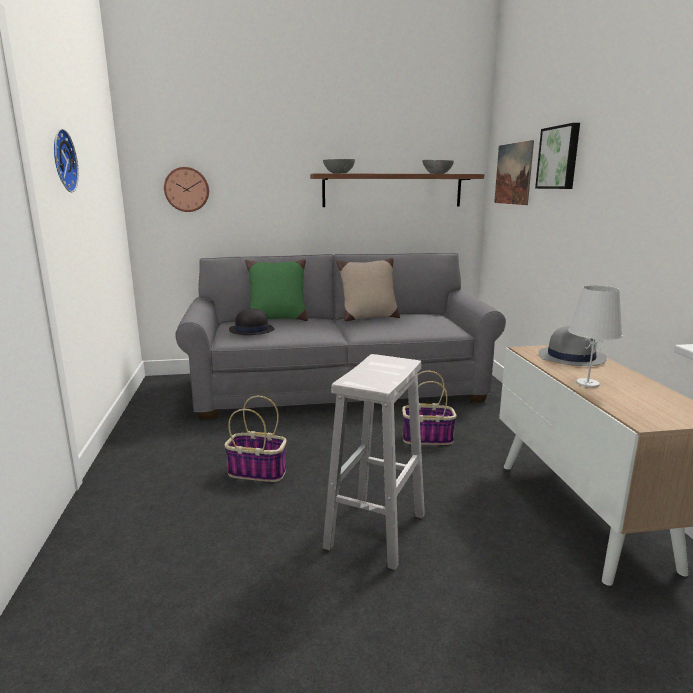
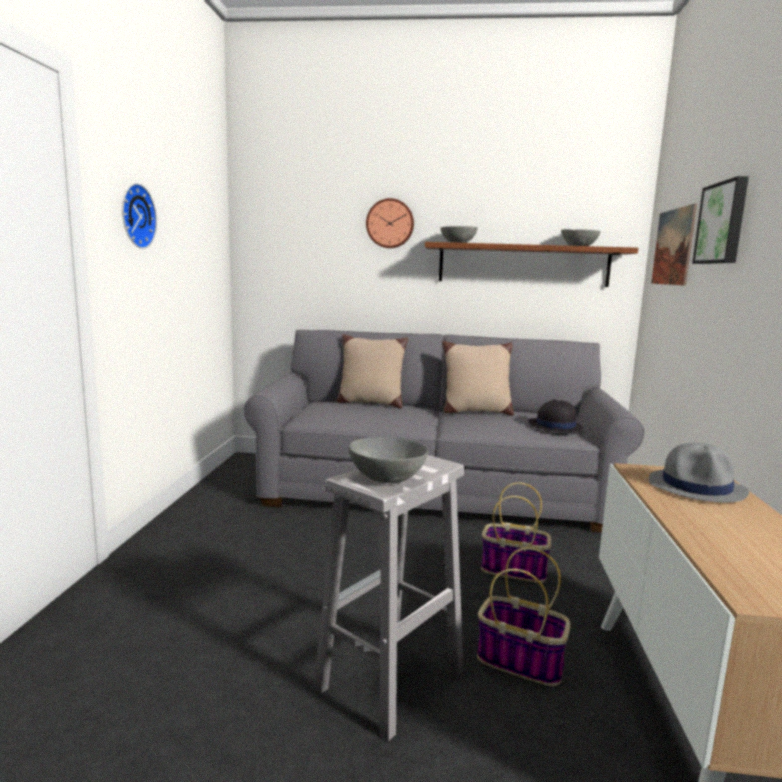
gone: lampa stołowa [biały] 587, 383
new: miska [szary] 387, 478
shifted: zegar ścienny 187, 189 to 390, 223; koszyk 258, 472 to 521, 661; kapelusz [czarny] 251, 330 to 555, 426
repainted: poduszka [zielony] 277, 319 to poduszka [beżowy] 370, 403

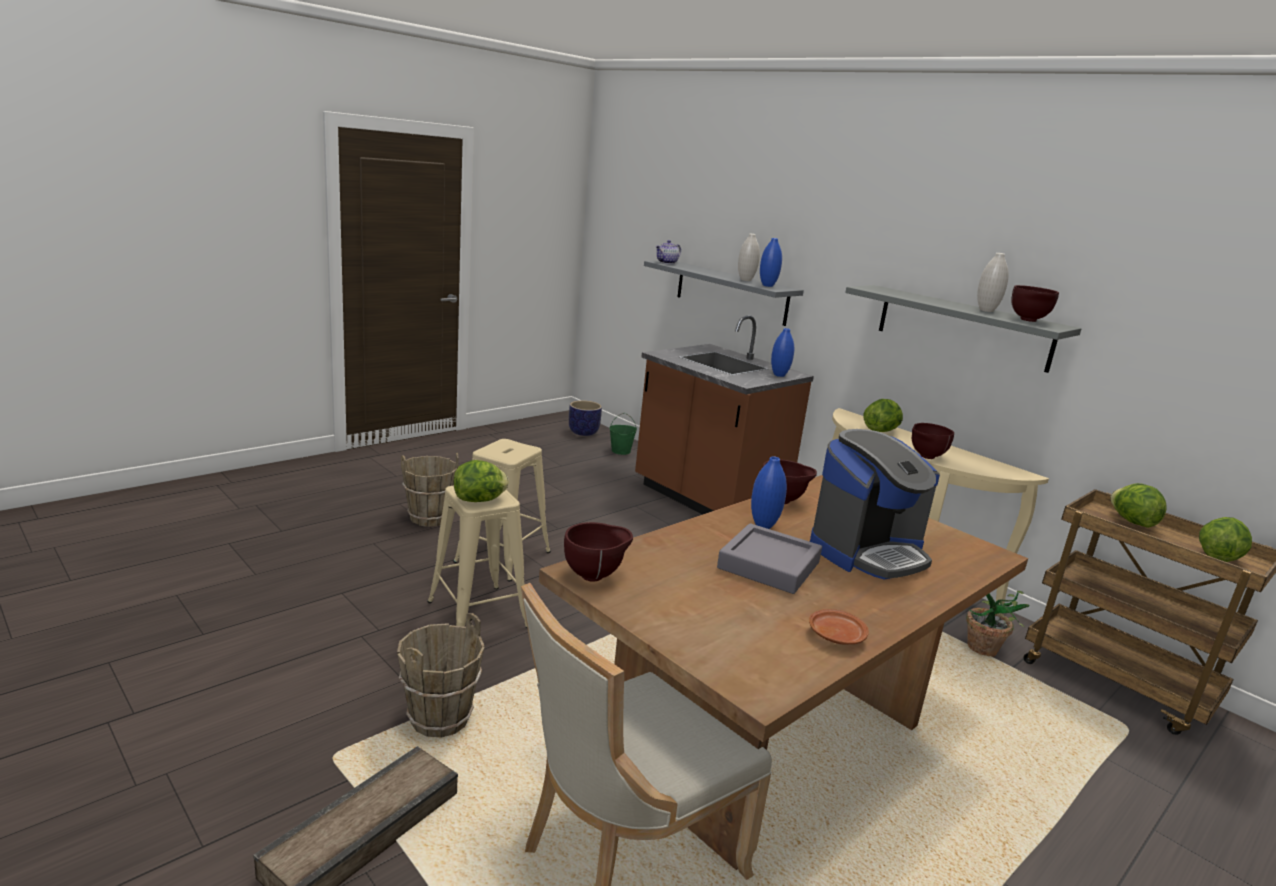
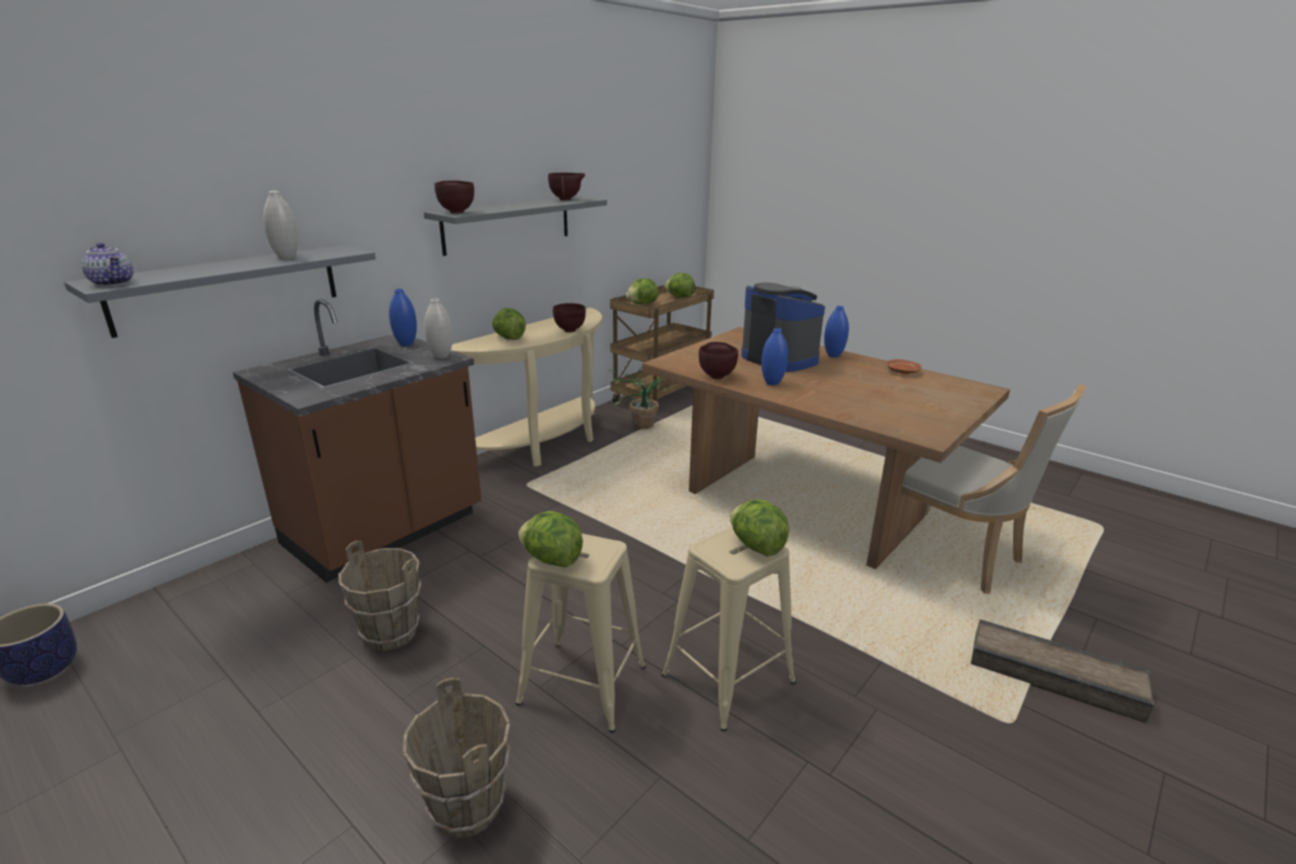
gone: wiadro [zielony] 621, 451; taca [szary] 768, 565
new: sałata 551, 560
shifted: wiadro [brązowy] 439, 719 to 390, 633; miska [brązowy] 595, 576 to 456, 212; wazon [niebieski] 767, 285 to 833, 355; wazon [biały] 986, 310 to 441, 356

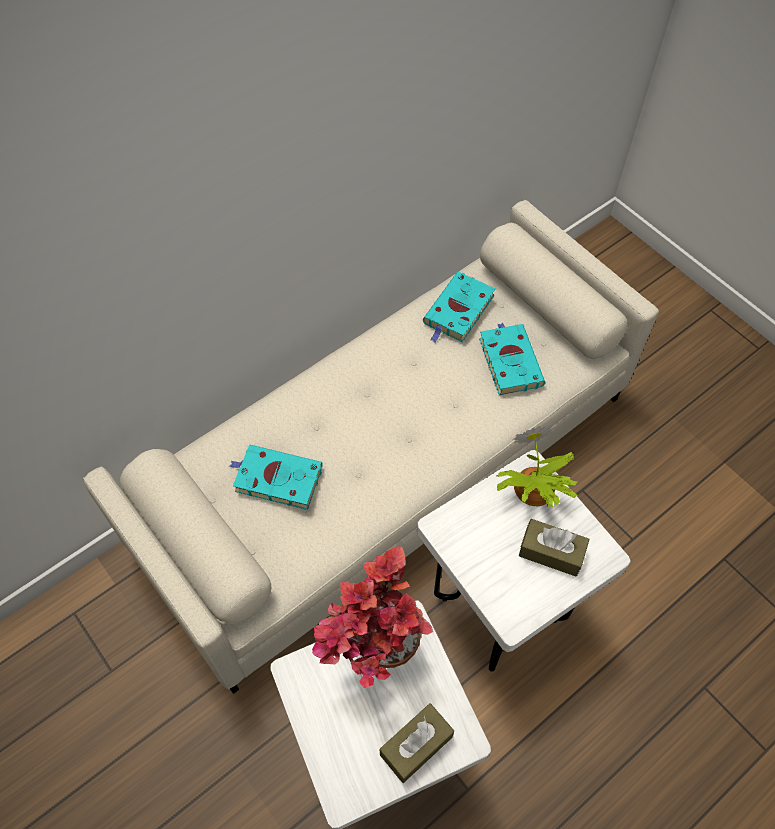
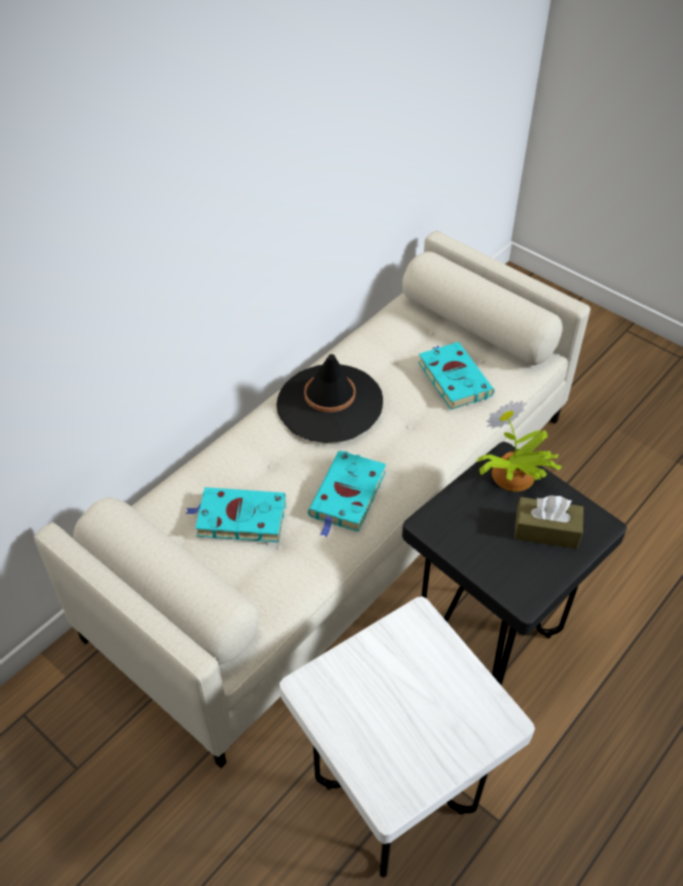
gone: roślina doniczkowa 372, 653; pudełko chusteczek [brązowy] 416, 745
new: kapelusz [czarny] 329, 404
shifted: książka [turkusowy] 458, 311 to 347, 496
repainted: stołek [biały] 499, 609 to stołek [czarny] 489, 634

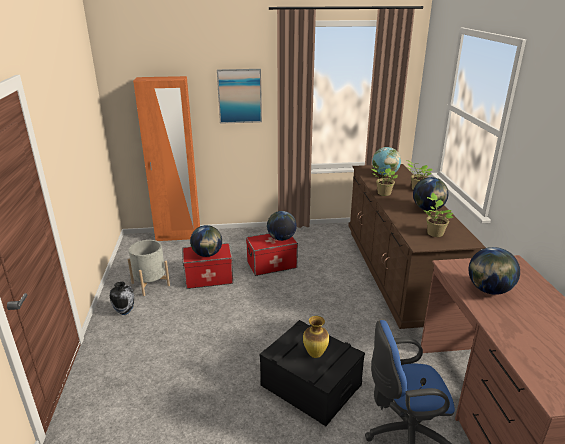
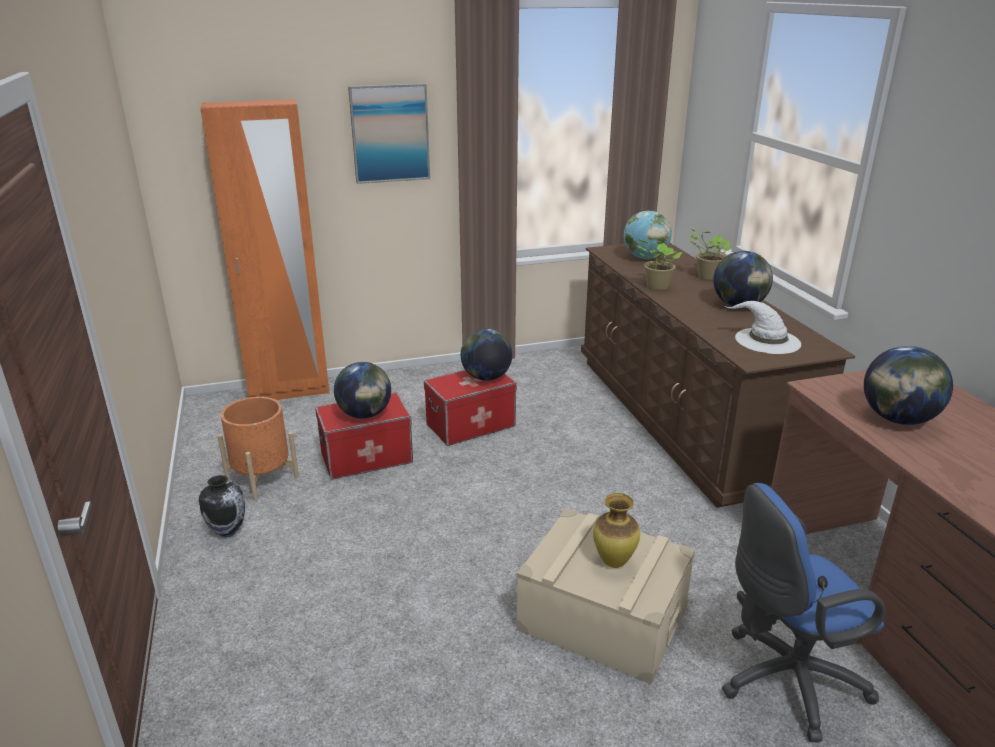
swapped: roślina doniczkowa 434, 233 to kapelusz [biały] 766, 340
repainted: donica [szary] 150, 284 to donica [pomarańczowy] 262, 478; pojemnik do przechowywania [czarny] 310, 385 to pojemnik do przechowywania [beżowy] 602, 618

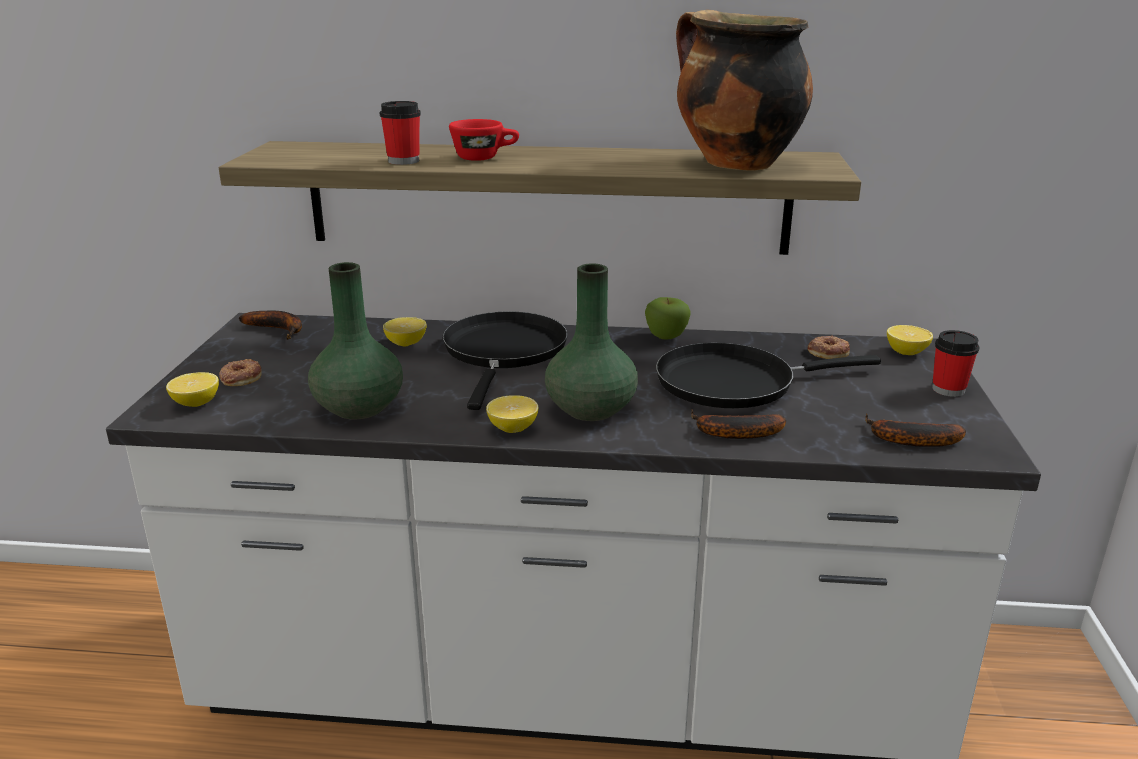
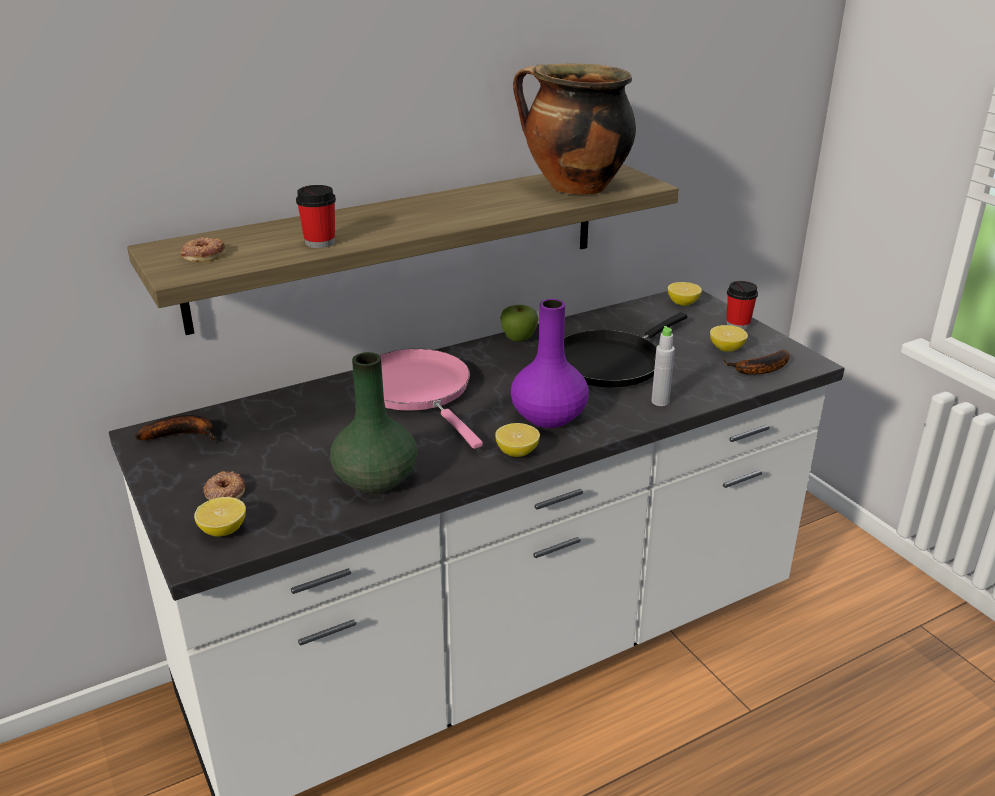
gone: filiżanka [czerwony] 485, 157
shifted: cytryna 406, 343 to 726, 349; donut 828, 352 to 203, 254
swapped: banan 732, 433 to butelka [szary] 660, 401
repainted: patelnia [czarny] 504, 352 to patelnia [różowy] 418, 391; wazon [zielony] 590, 410 to wazon [fioletowy] 548, 417

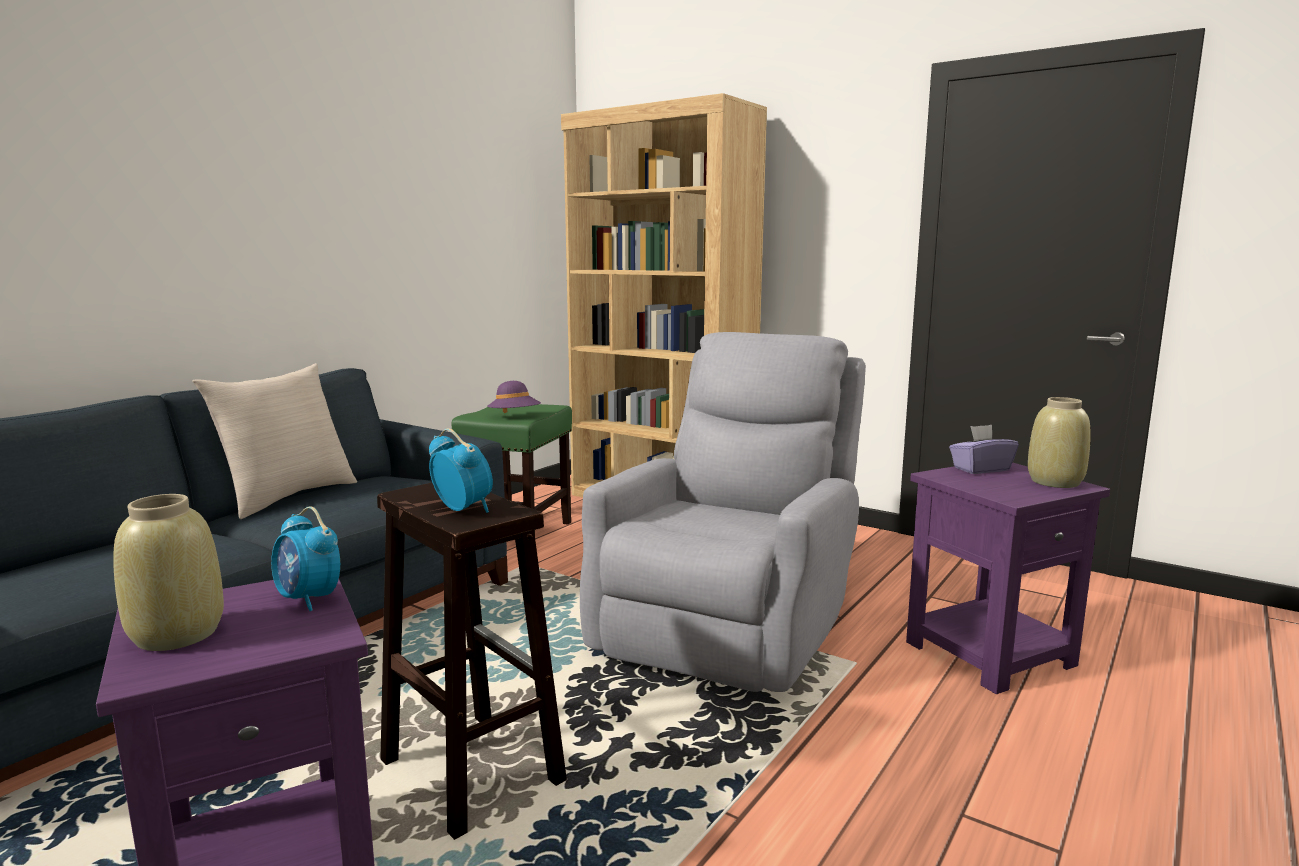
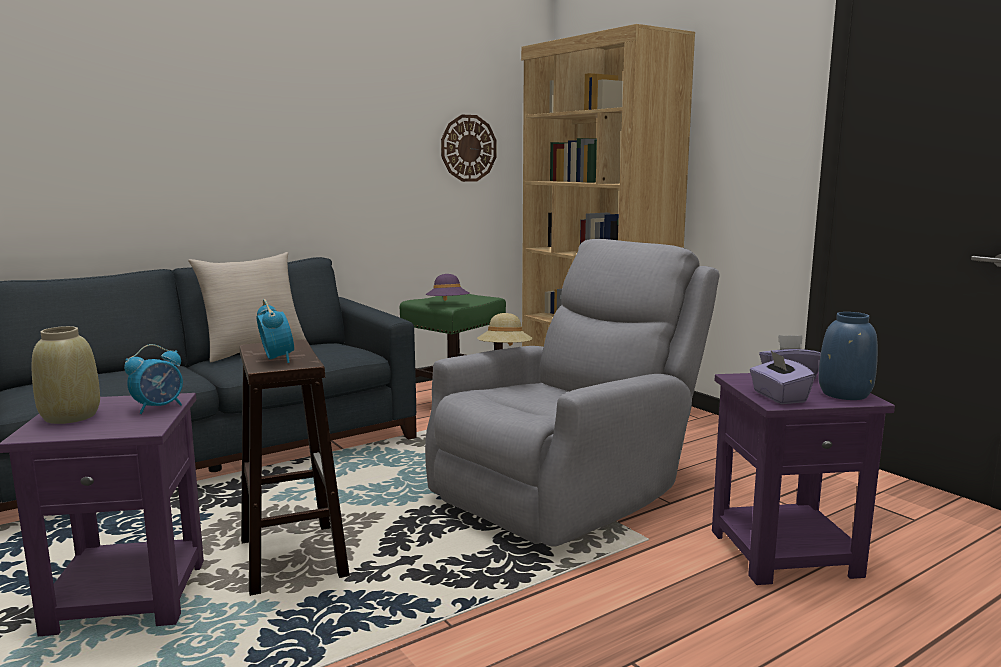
new: zegar ścienny 468, 148; kapelusz [beżowy] 505, 352; pudełko chusteczek [fioletowy] 778, 397
repainted: wazon [beżowy] 1054, 482 to wazon [niebieski] 843, 394
rotated: budzik 308, 599 = 159, 407 105 degrees counterclockwise

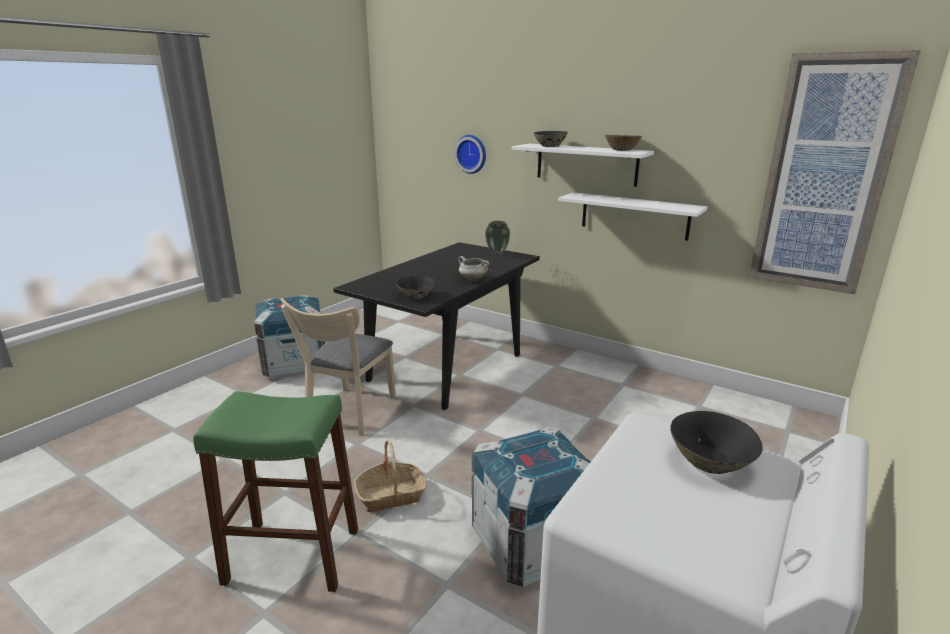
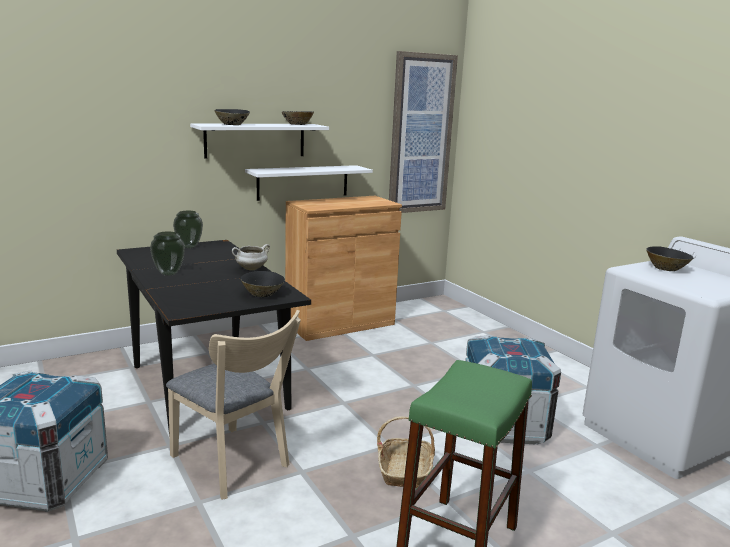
gone: zegar ścienny 472, 154
new: wazon 169, 273; szafka [brązowy] 340, 324

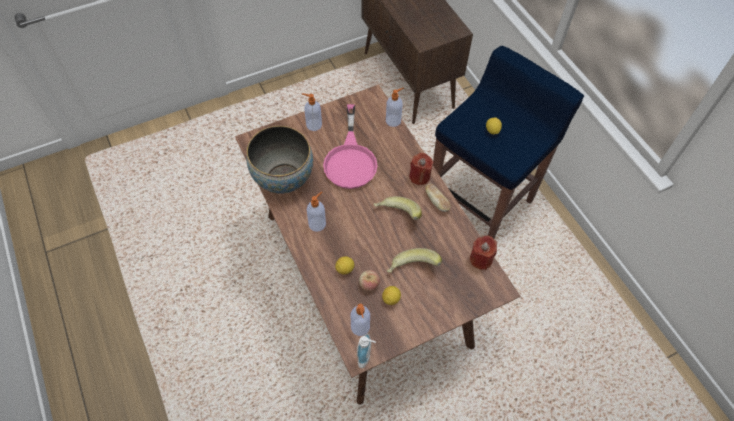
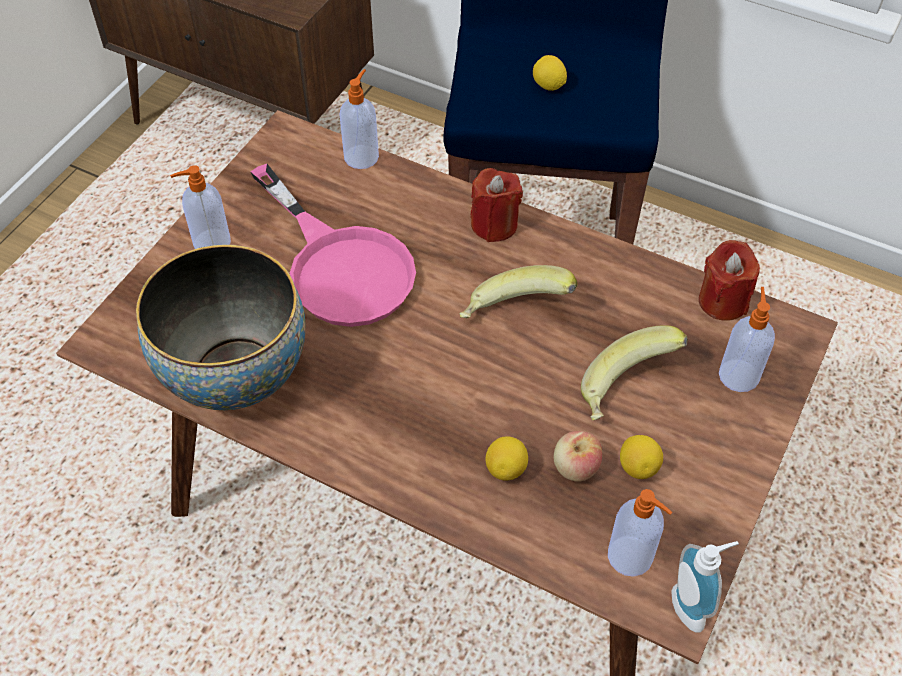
gone: chleb 436, 201
shifted: dozownik mydła 317, 223 to 738, 374

